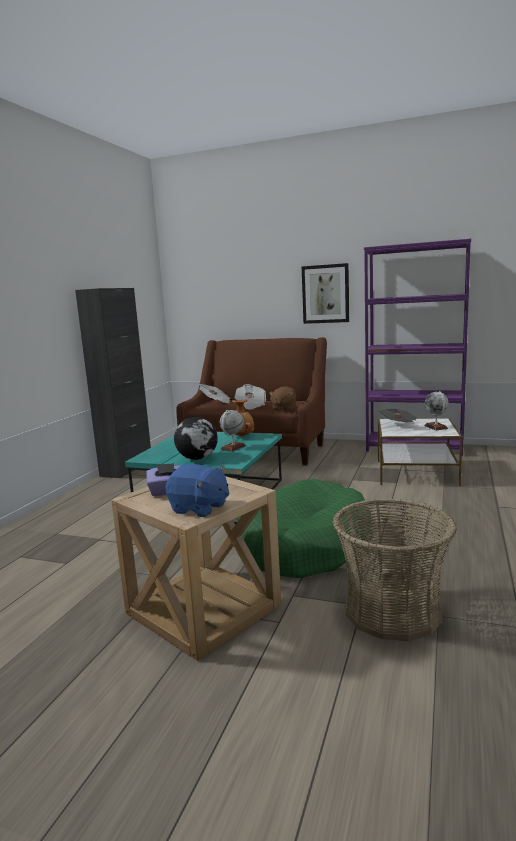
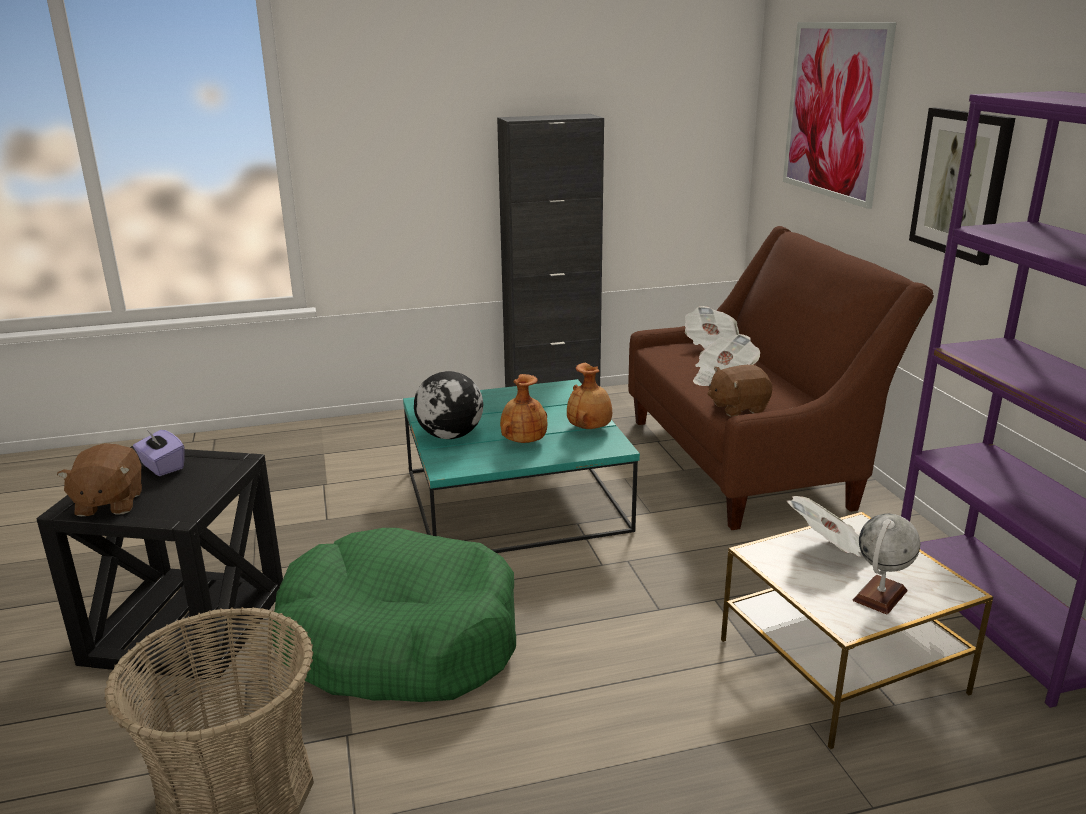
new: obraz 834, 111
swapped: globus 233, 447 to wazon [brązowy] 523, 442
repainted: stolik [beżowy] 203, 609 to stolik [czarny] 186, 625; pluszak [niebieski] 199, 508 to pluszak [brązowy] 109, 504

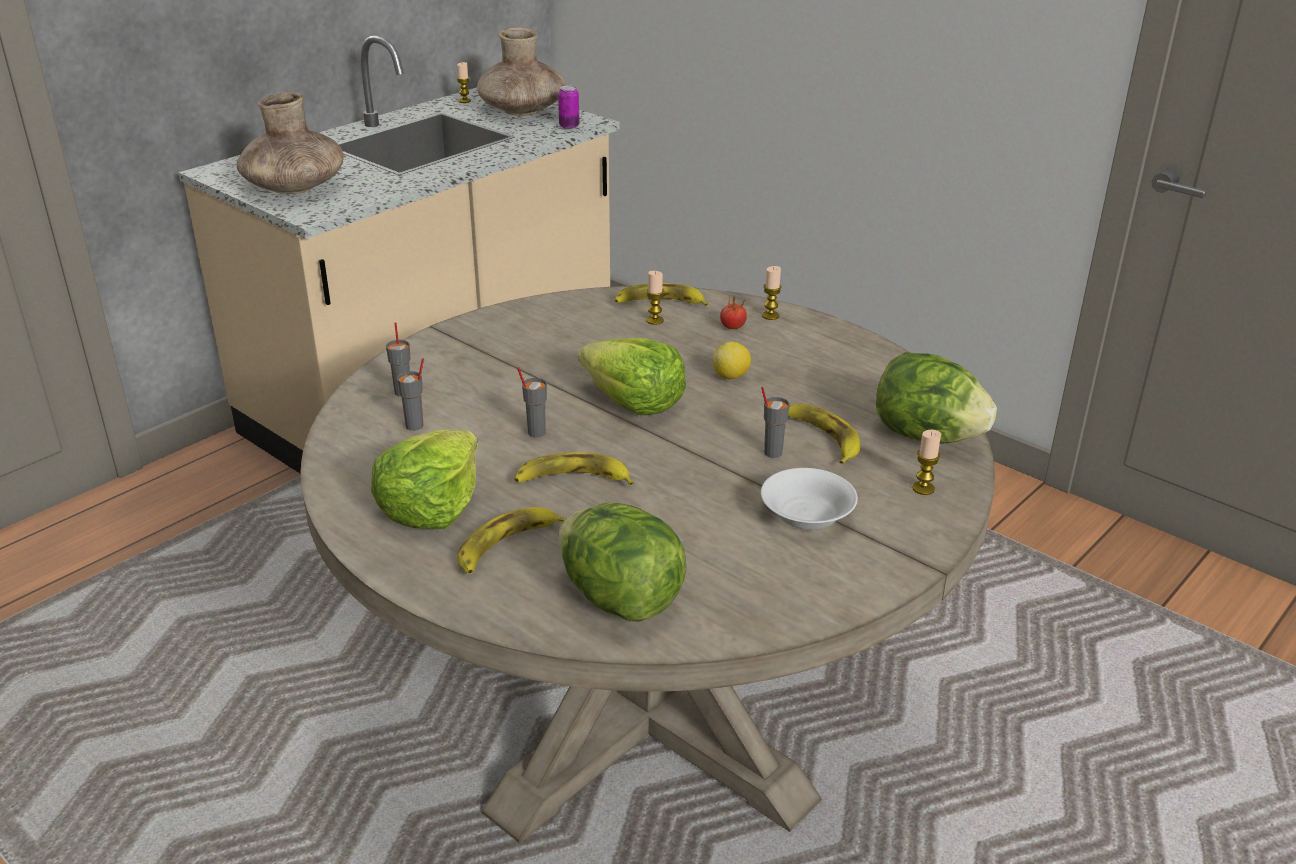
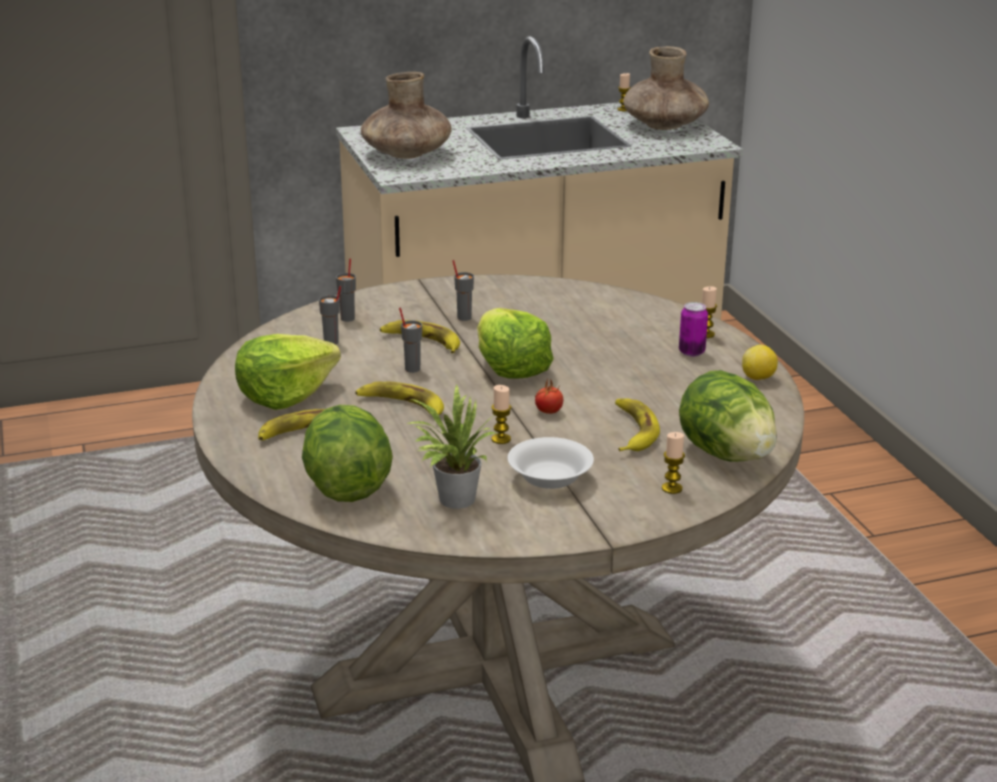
new: roślina doniczkowa 452, 499
shifted: puszka 569, 126 to 691, 352; banan 659, 303 to 422, 342; świeca 654, 320 to 501, 439; cytryna 731, 376 to 758, 378; pomidor 732, 327 to 548, 411; filiżanka [szary] 772, 452 to 464, 317

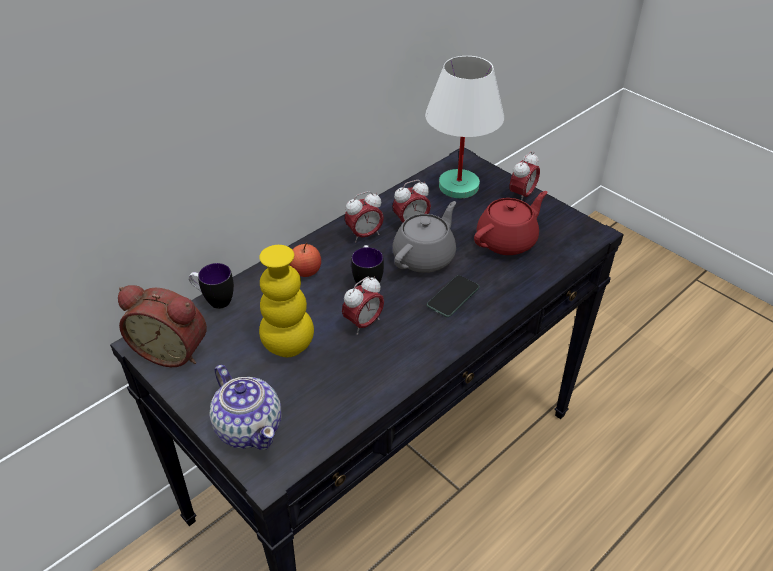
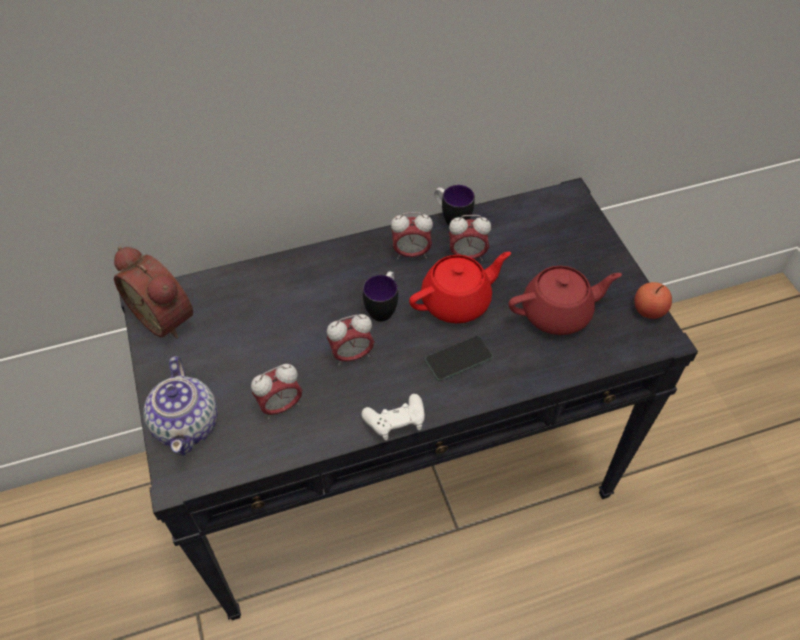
gone: wazon [żółty] 288, 346; lampa stołowa [biały] 459, 186
new: pad do gier [biały] 396, 423
shifted: kubek 214, 300 to 451, 219; jabłko 306, 271 to 648, 310; budzik 522, 195 to 280, 406
repainted: imbryk [szary] 425, 257 to imbryk [czerwony] 457, 302

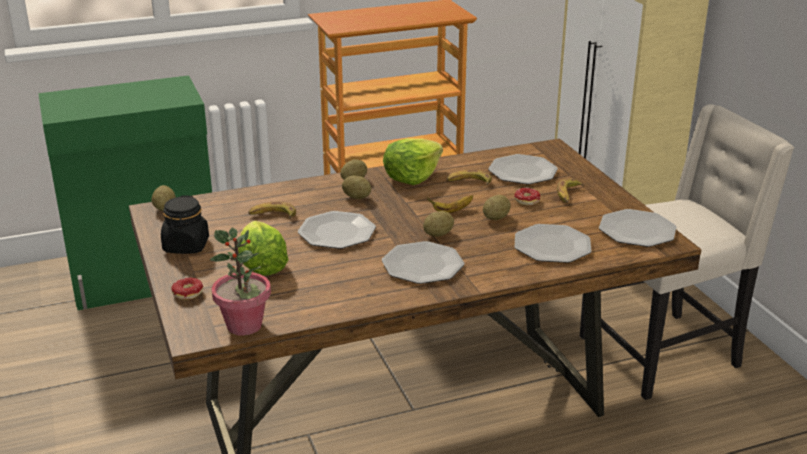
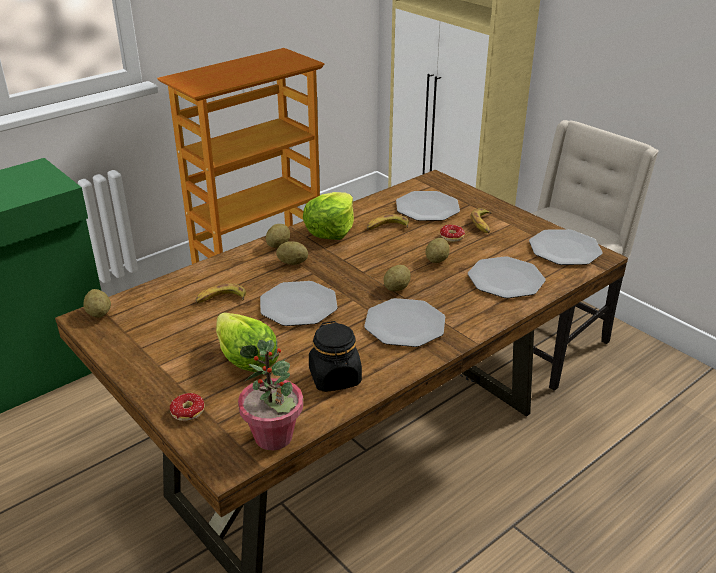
gone: banan 451, 211
shifted: słoik [czarny] 186, 246 to 335, 378

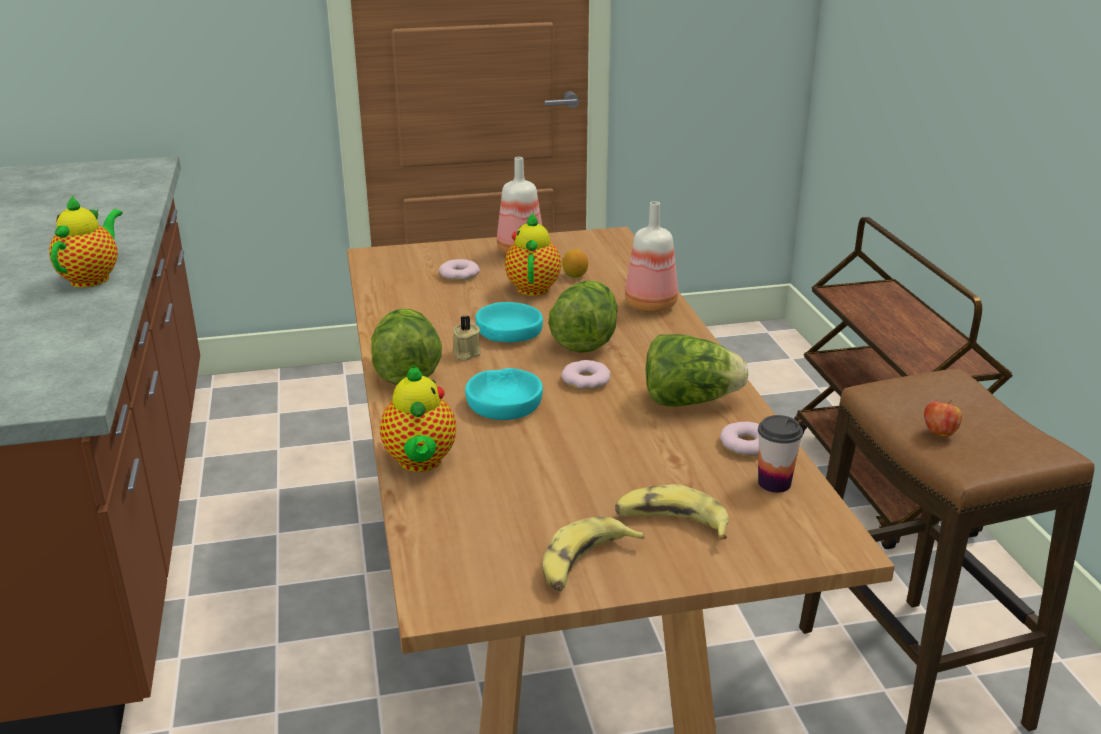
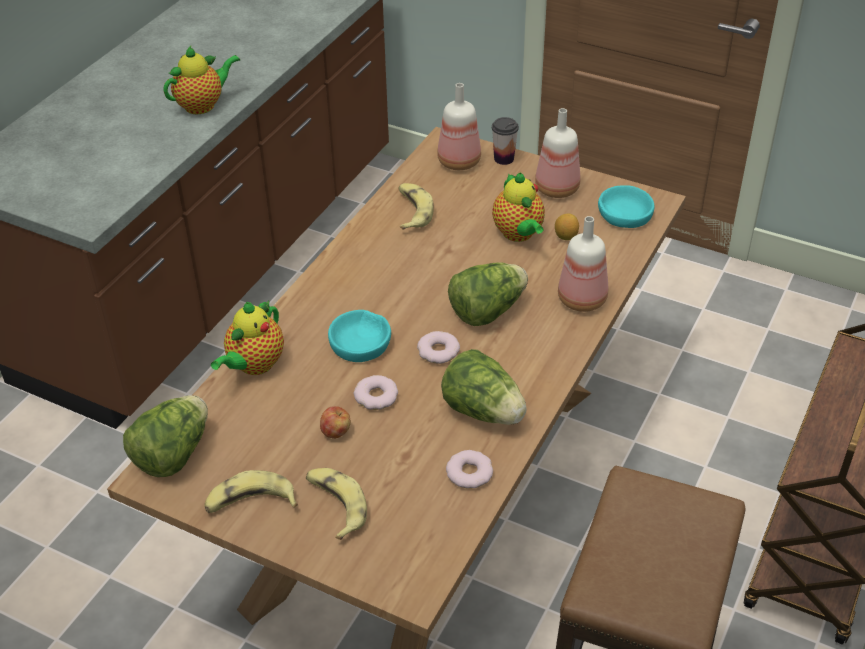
gone: świeca [beżowy] 465, 353
new: banan 412, 211; butelka 457, 161
shifted: sałata 406, 371 to 173, 454; donut 459, 274 to 376, 396; miska [turkusowy] 509, 332 to 624, 214; filiżanka 774, 483 to 504, 159; jabłko 939, 433 to 336, 432
rotated: imbryk 533, 287 = 519, 234 120 degrees clockwise

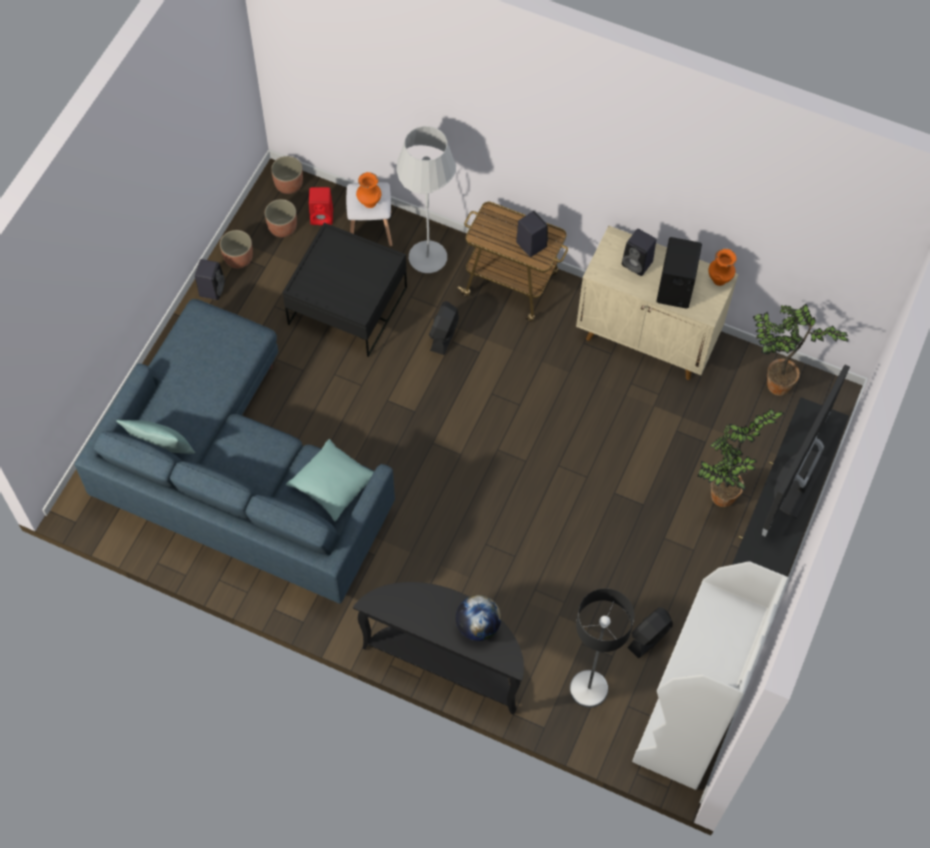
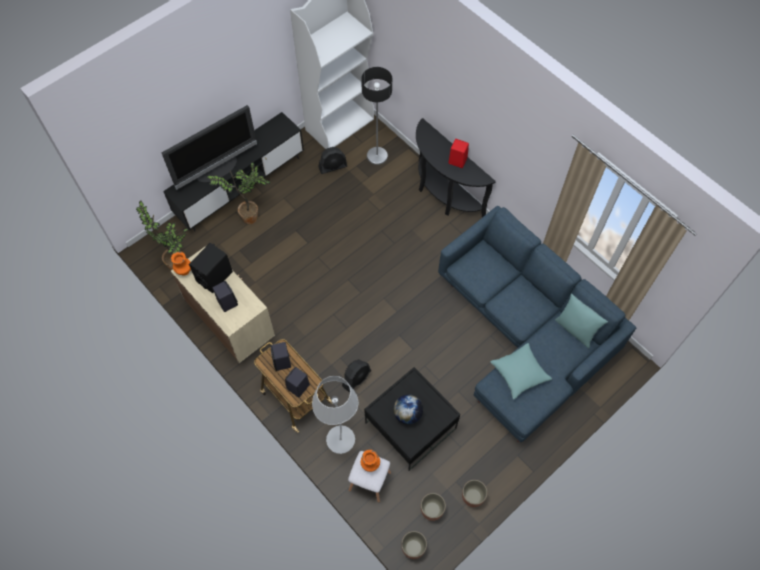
shifted: głośnik [czarny] 212, 288 to 298, 387; poduszka [turkusowy] 333, 484 to 519, 373; głośnik [czerwony] 322, 216 to 457, 161; globus 477, 626 to 407, 414

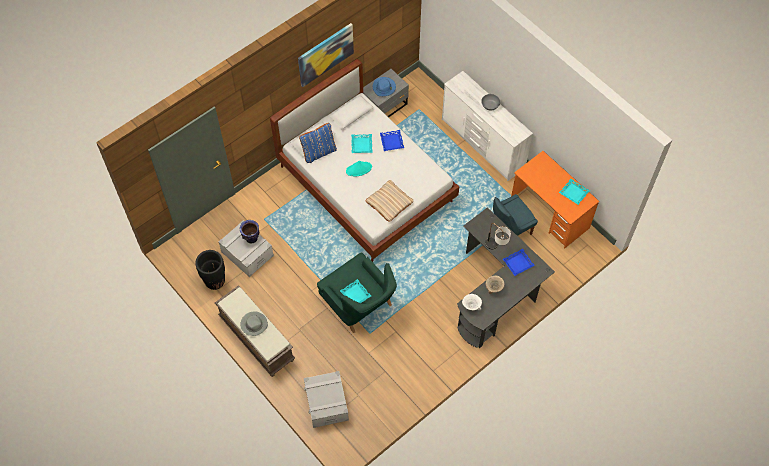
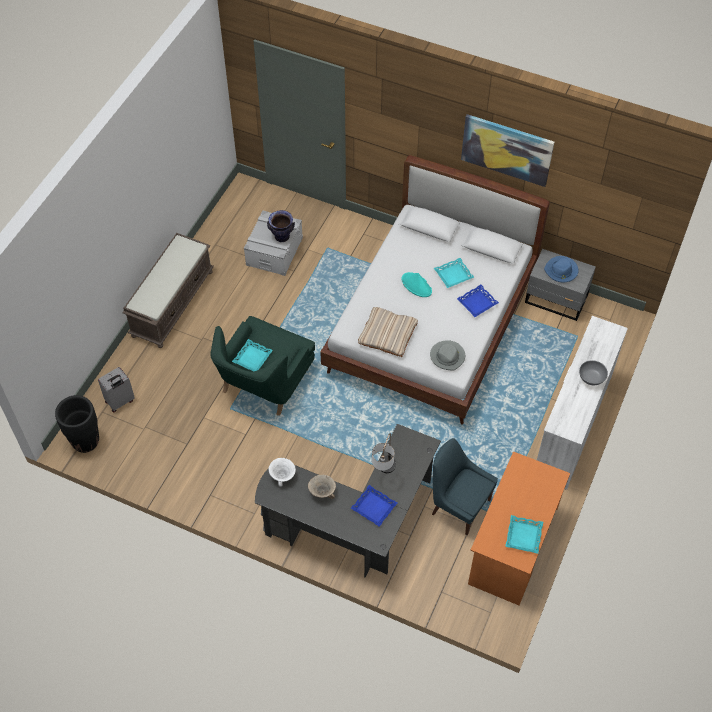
gone: poduszka [niebieski] 319, 152
shifted: donica [czarny] 215, 281 to 85, 442; kapelusz [szary] 254, 324 to 447, 356
swapped: pojemnik do przechowywania [szary] 326, 403 to walizka [szary] 120, 402

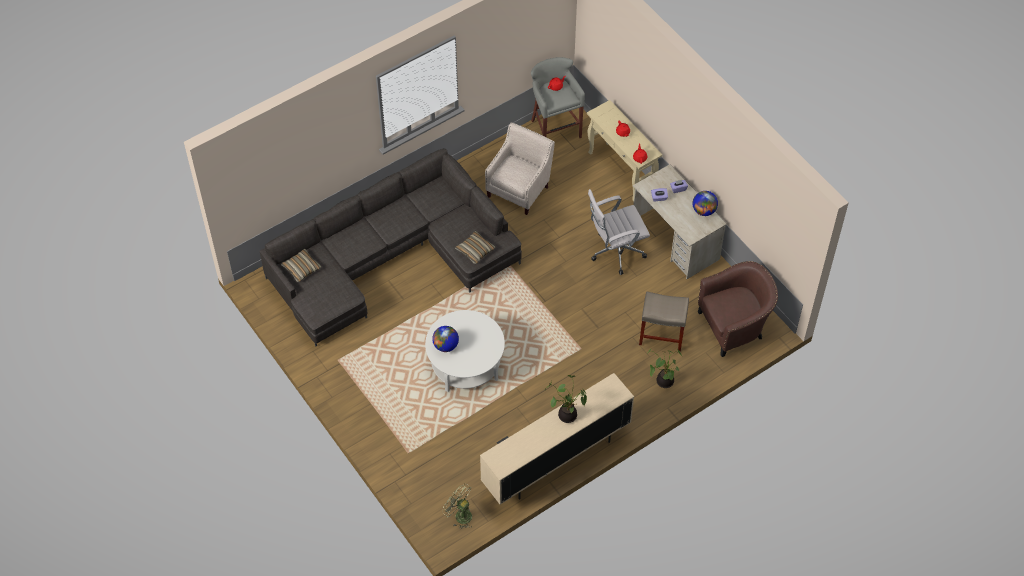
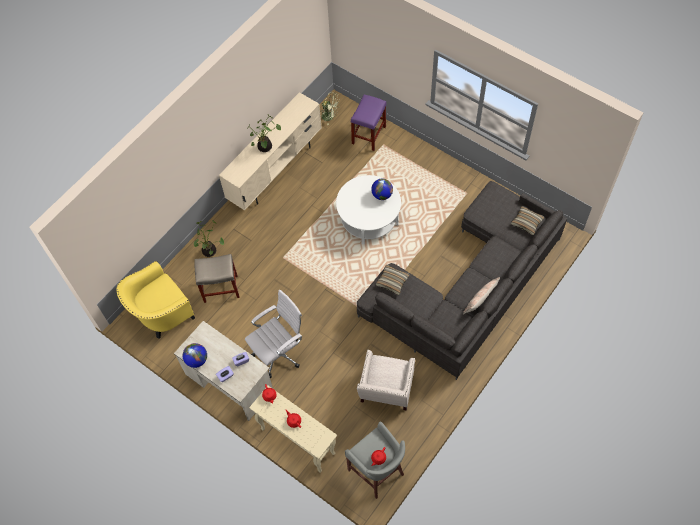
new: stołek [fioletowy] 369, 134; poduszka 480, 300
repainted: fotel [brązowy] 734, 326 to fotel [żółty] 161, 314

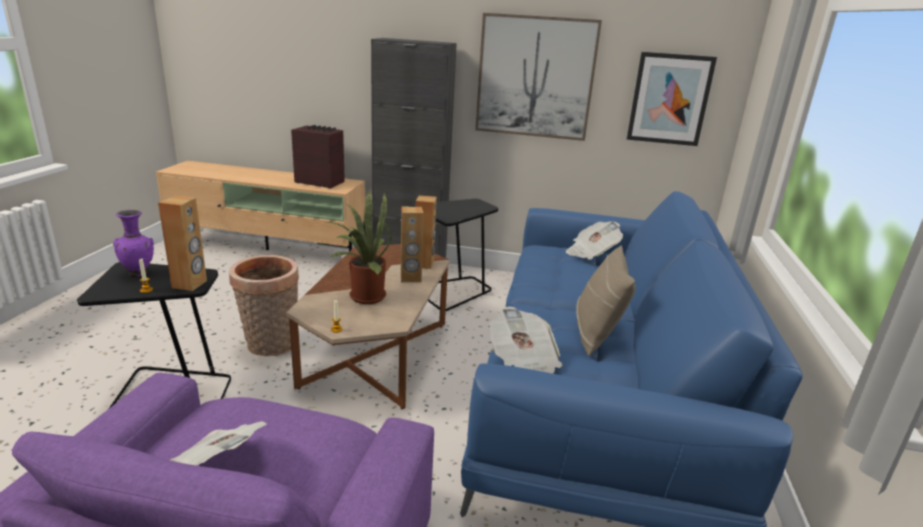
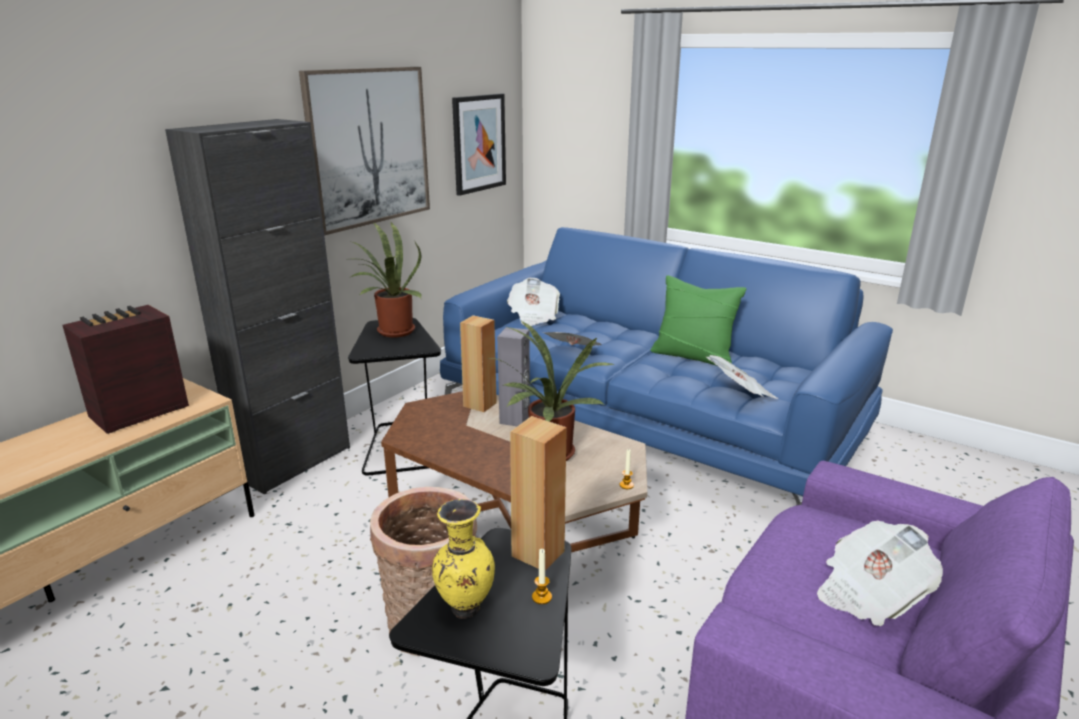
new: roślina doniczkowa 392, 332; gazeta 573, 355
repainted: wazon [fioletowy] 139, 273 to wazon [żółty] 464, 607; głośnik [brązowy] 410, 278 to głośnik [szary] 515, 419; poduszka [beżowy] 596, 333 to poduszka [zielony] 693, 356

